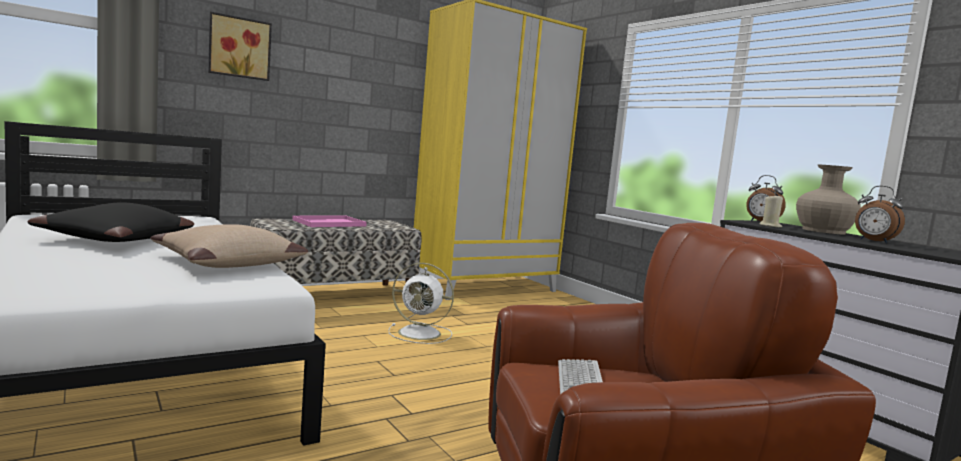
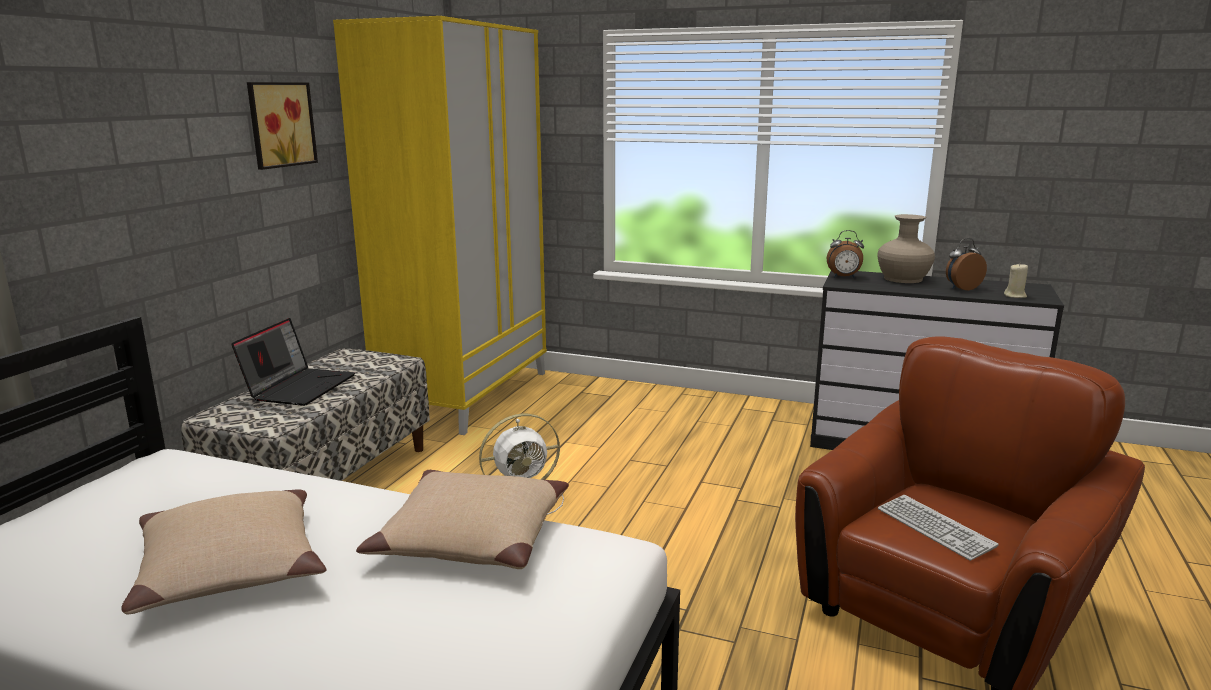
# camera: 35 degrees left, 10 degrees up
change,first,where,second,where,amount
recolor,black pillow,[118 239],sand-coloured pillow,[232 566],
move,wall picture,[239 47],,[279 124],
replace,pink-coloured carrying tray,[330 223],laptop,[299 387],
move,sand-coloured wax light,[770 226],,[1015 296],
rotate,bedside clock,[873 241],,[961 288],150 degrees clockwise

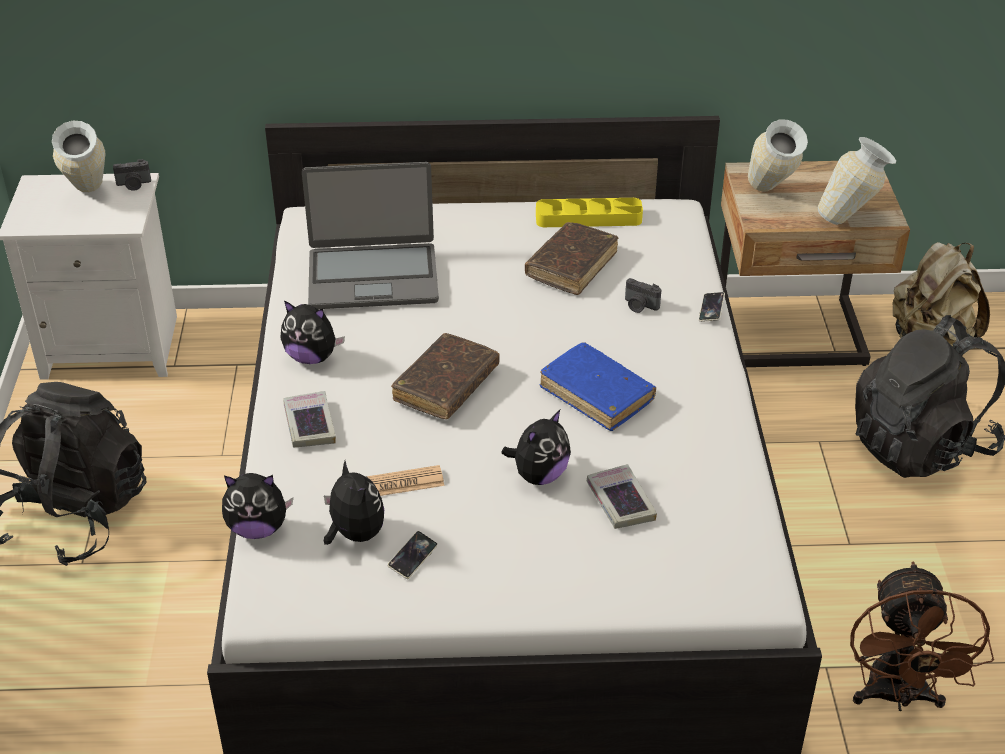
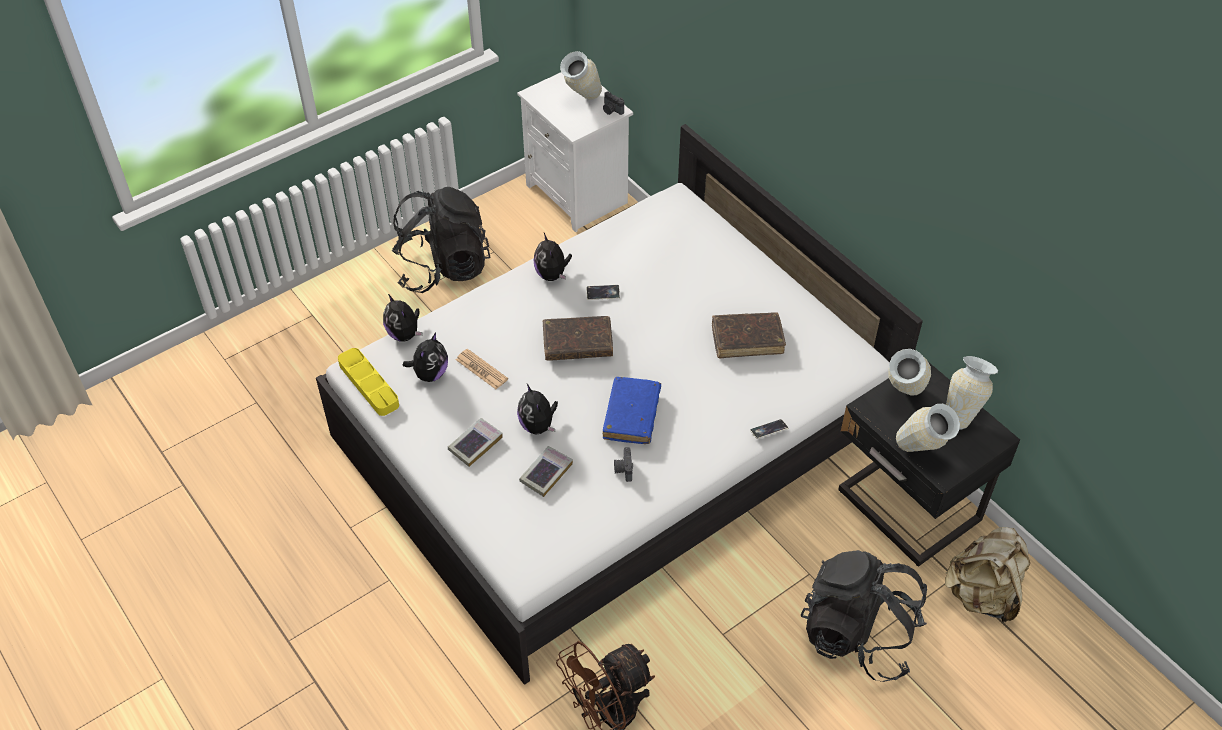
# camera: 55 degrees right, 10 degrees up
change,first,where,second,where,amount
move,bound book,[309 424],,[475 444],
delete,laptop,[373 277],,,
move,telephone,[413 557],,[603 294],
rotate,plush toy,[539 475],,[538 425],60 degrees clockwise
move,yellow carrying tray,[588 218],,[369 385],
move,photo camera,[639 306],,[623 469],
recolor,sand-coloured bedside table,[792 338],black bedside table,[906 509],
insert,,,vase,[962 414],

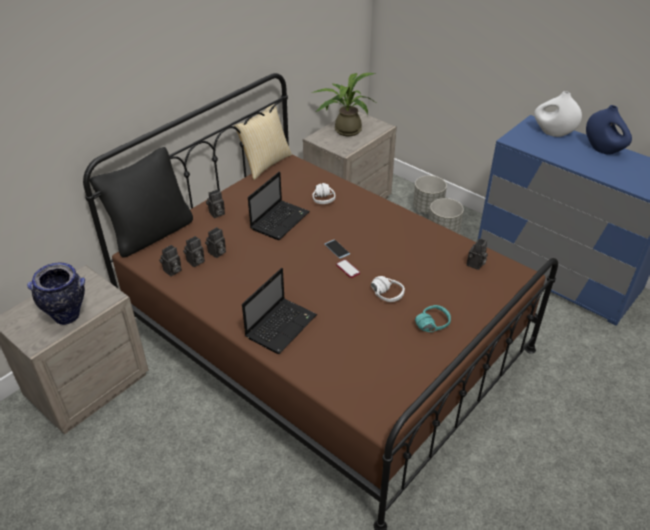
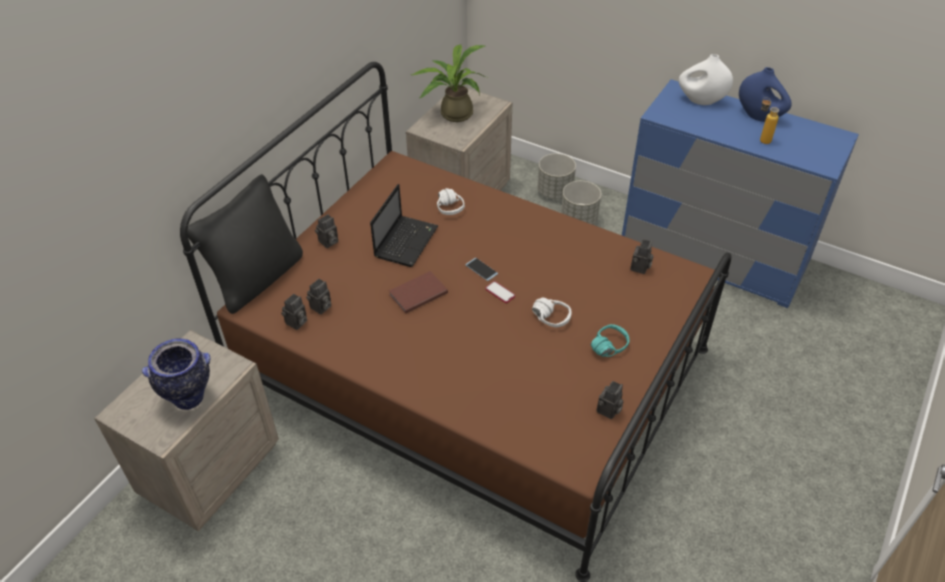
# camera: 10 degrees left, 5 degrees up
change,first,where,second,where,amount
move,photo camera,[217 253],,[608 411],
delete,pillow,[265 164],,,
delete,laptop,[281 325],,,
insert,,,brownish bound book,[417 293],
insert,,,bottle,[761 139],

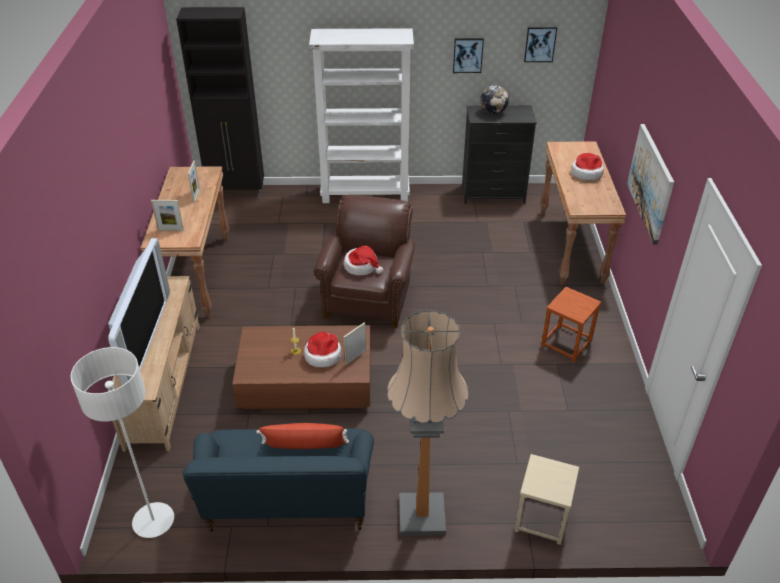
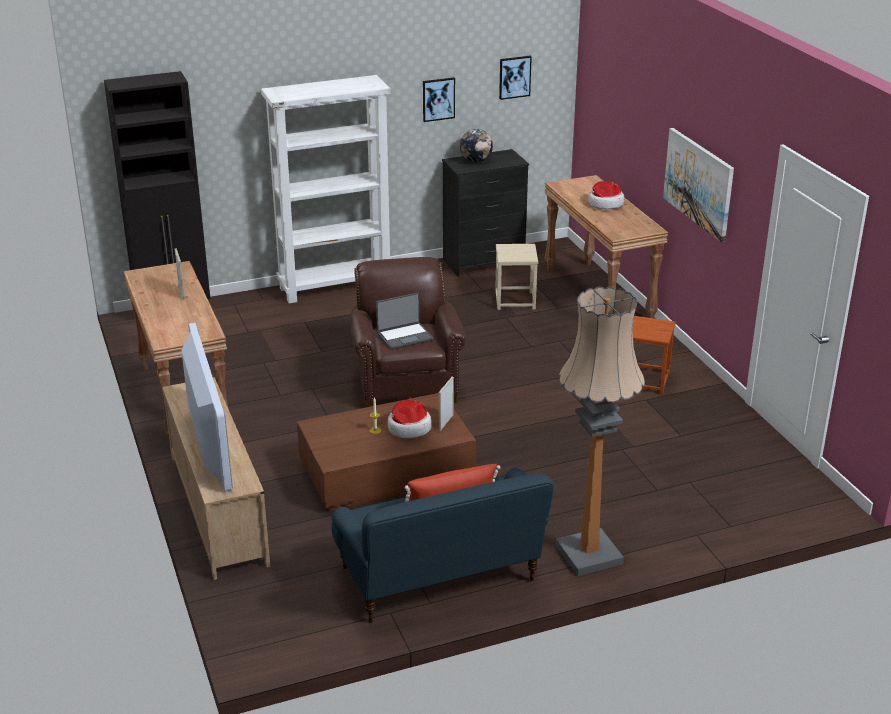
# camera: 20 degrees left, 10 degrees down
change,first,where,second,where,amount
delete,white-coloured standard lamp,[153 521],,,
delete,standing frame,[170 230],,,
replace,wearable hat,[362 266],laptop,[404 336],
move,sand-coloured stool seat,[542 519],,[515 300],

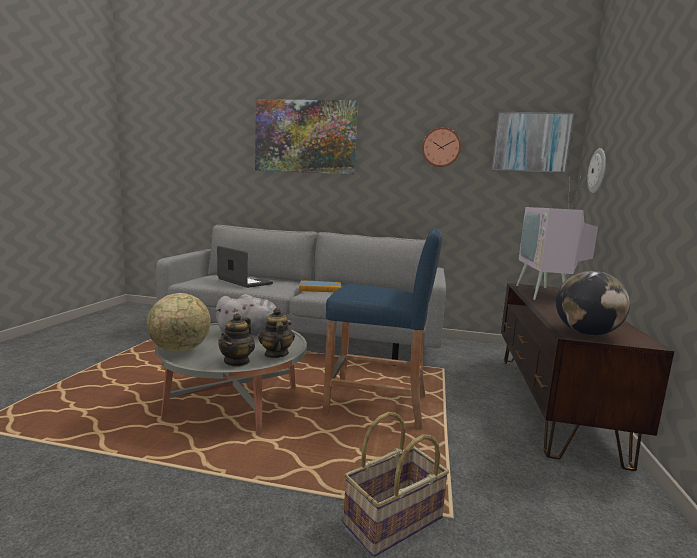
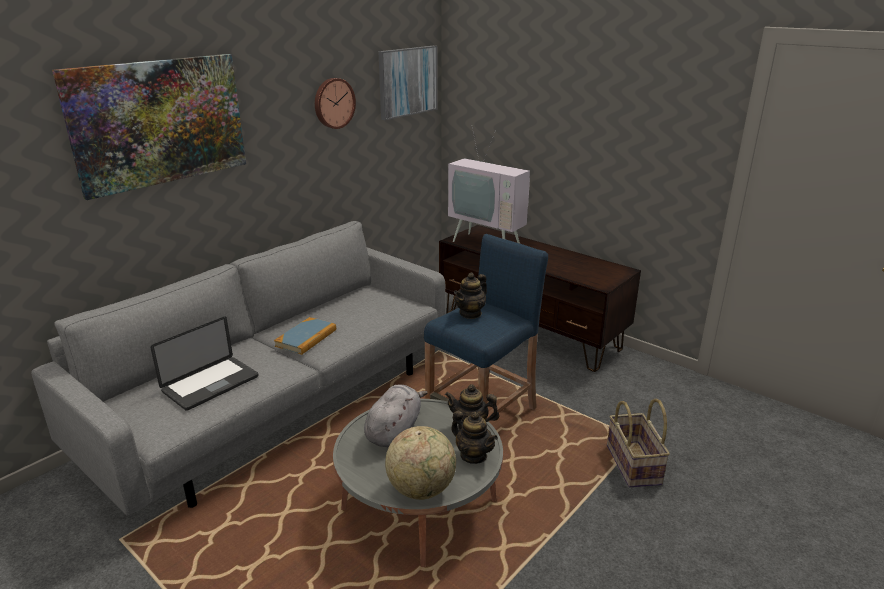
# camera: 60 degrees left, 15 degrees up
change,first,where,second,where,amount
rotate,laptop,[244 281],,[210 384],150 degrees clockwise
delete,desk globe,[586 333],,,
delete,wall clock,[598 171],,,
insert,,,pot for tea,[470 313],

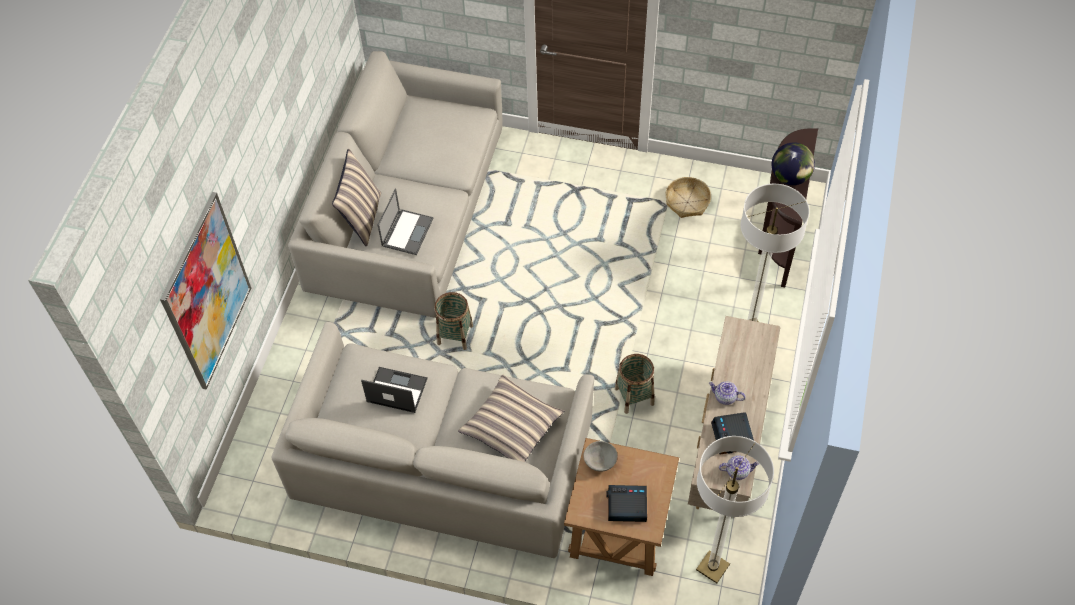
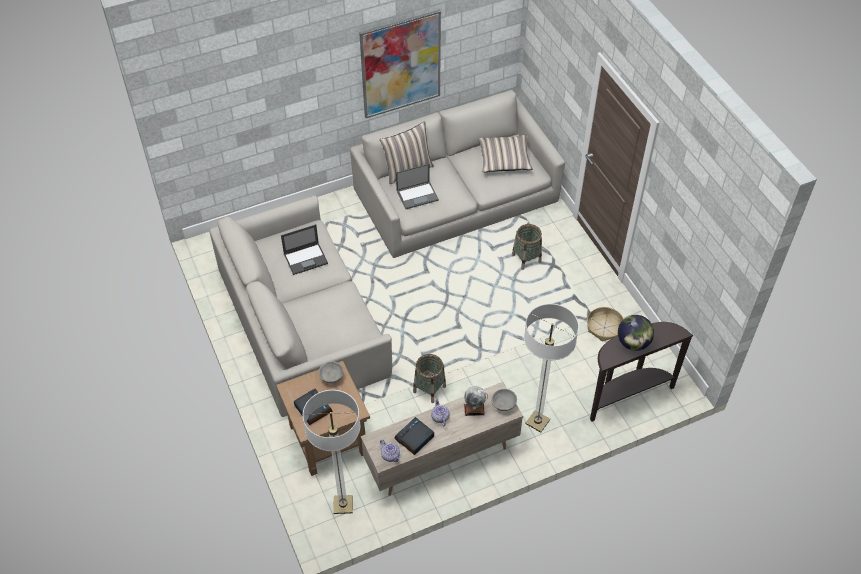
# camera: 50 degrees right, 5 degrees down
change,first,where,second,where,amount
move,wall picture,[207 292],,[401 64],
rotate,laptop,[396 390],,[306 258],90 degrees clockwise
move,basket,[455 335],,[526 259],
move,pillow,[512 426],,[504 159],
insert,,,desk globe,[474 409],
insert,,,greyish deep dish,[503 405],

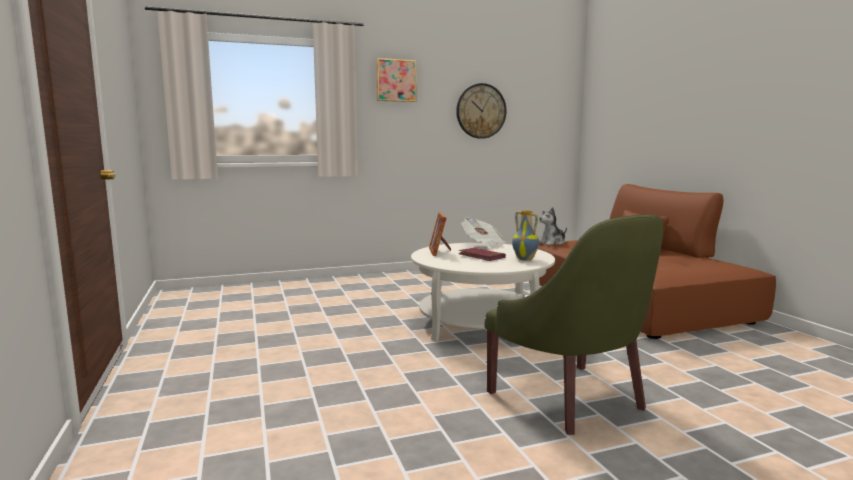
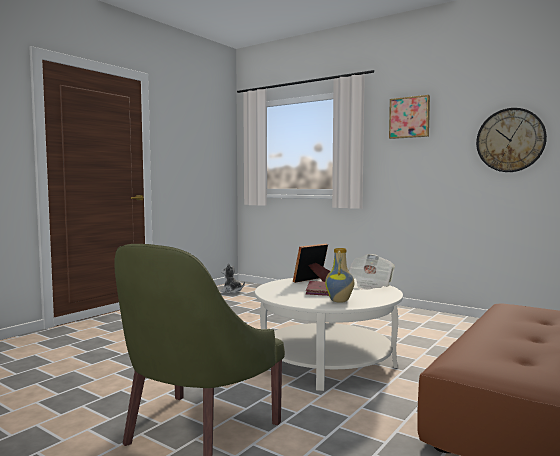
# camera: 55 degrees right, 5 degrees down
change,first,where,second,where,amount
move,plush toy,[552 243],,[231 291],

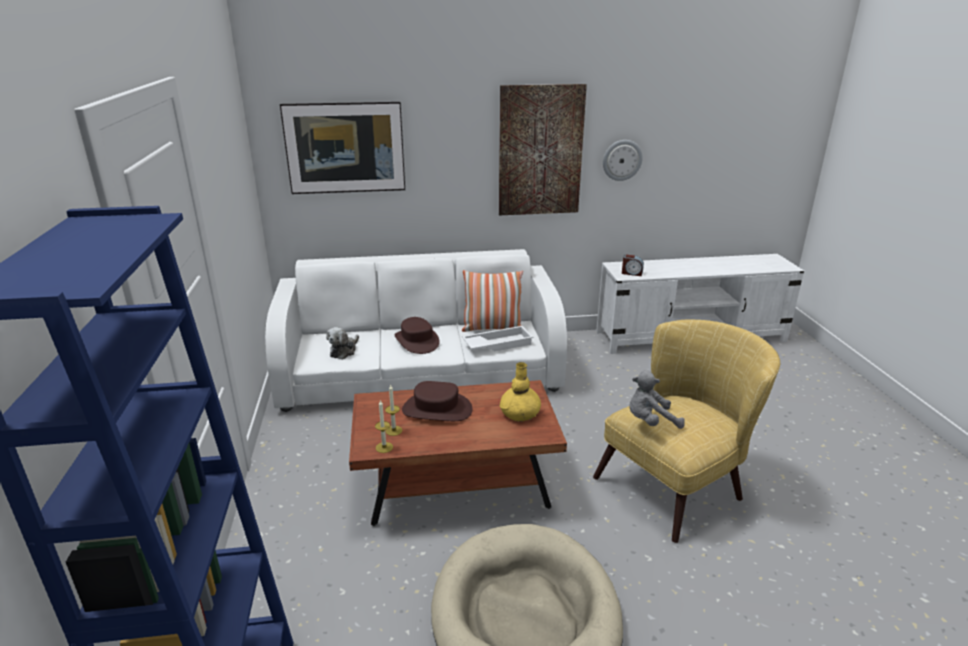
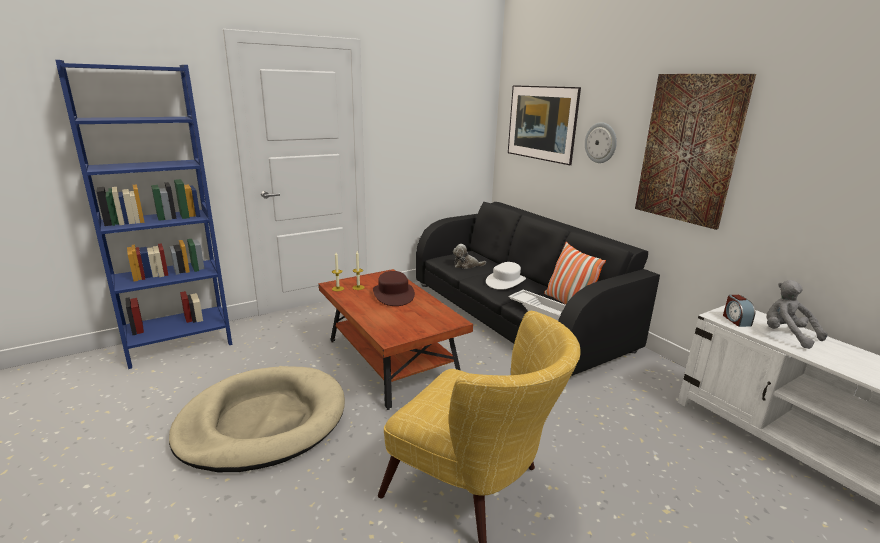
# camera: 65 degrees right, 5 degrees down
change,first,where,second,where,amount
recolor,white-coloured settee,[421 371],black settee,[516 314],
recolor,brownish wearable hat,[417 341],white-coloured wearable hat,[506 281],
delete,yellow vase,[520 413],,,
move,wall clock,[622 160],,[601 143],
move,greyish plush toy,[650 421],,[786 335],

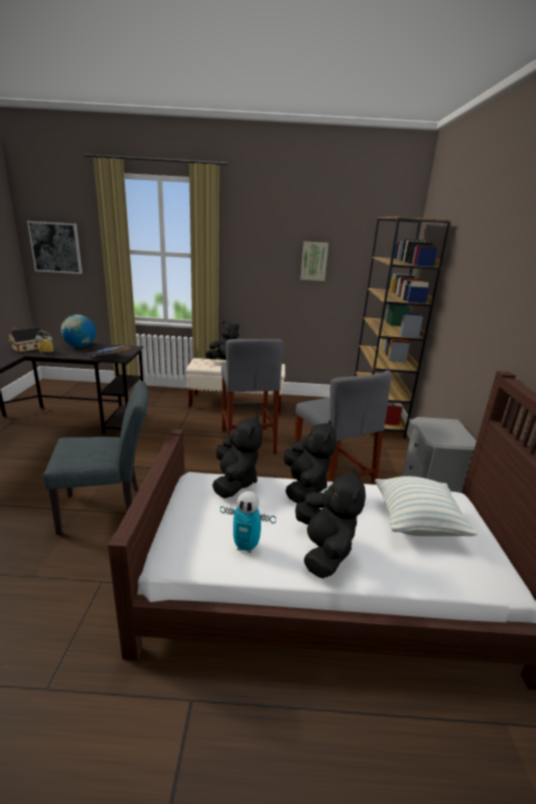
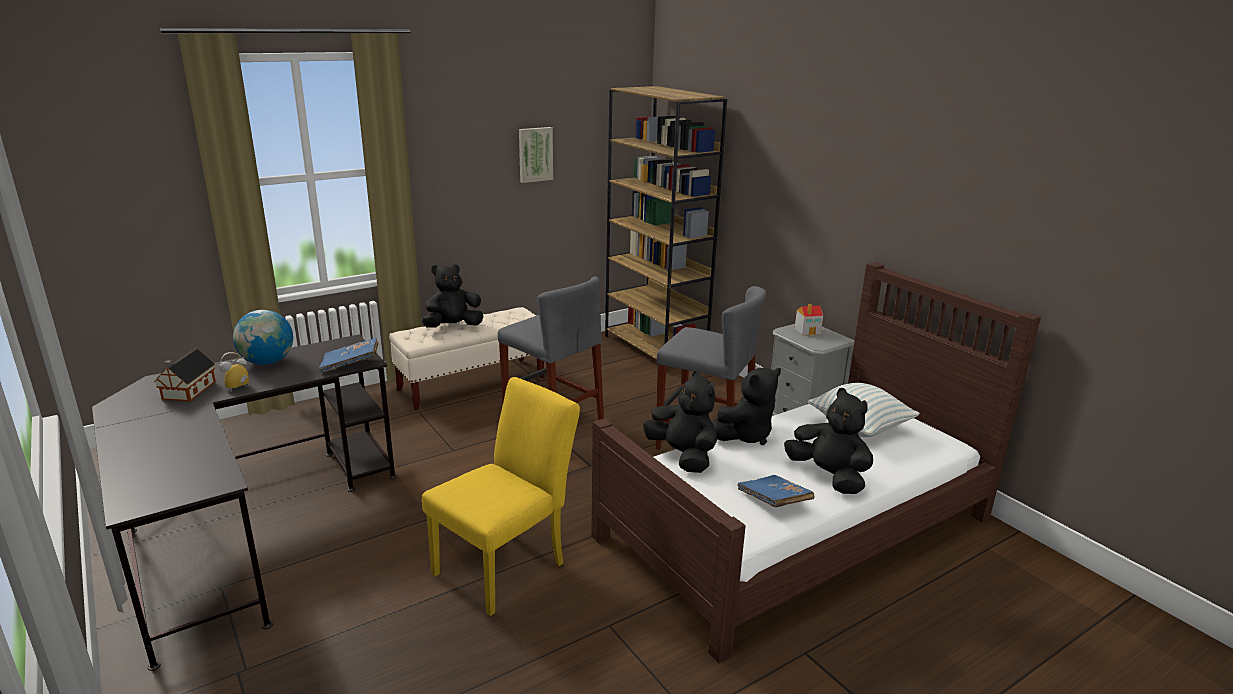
# camera: 35 degrees left, 0 degrees up
change,first,where,second,where,amount
delete,wall picture,[56 247],,,
recolor,greyish upright chair,[109 509],yellow upright chair,[507 564],
replace,model robot,[246 547],blue-coloured bound book,[773 501],
rotate,black plush toy,[304 487],,[745 435],90 degrees clockwise
insert,,,toy house,[807 331],

